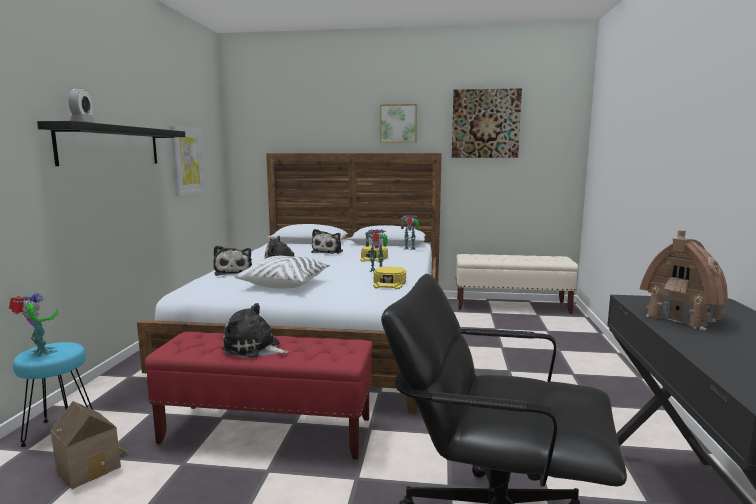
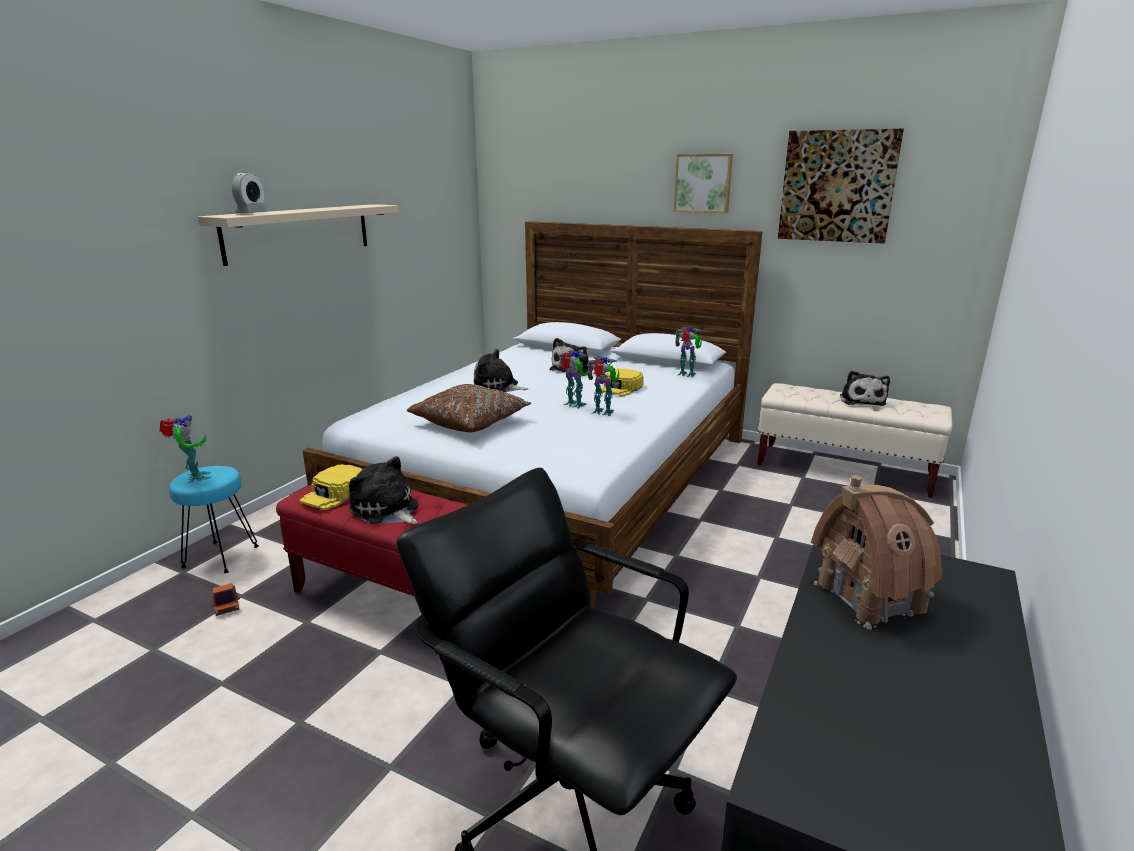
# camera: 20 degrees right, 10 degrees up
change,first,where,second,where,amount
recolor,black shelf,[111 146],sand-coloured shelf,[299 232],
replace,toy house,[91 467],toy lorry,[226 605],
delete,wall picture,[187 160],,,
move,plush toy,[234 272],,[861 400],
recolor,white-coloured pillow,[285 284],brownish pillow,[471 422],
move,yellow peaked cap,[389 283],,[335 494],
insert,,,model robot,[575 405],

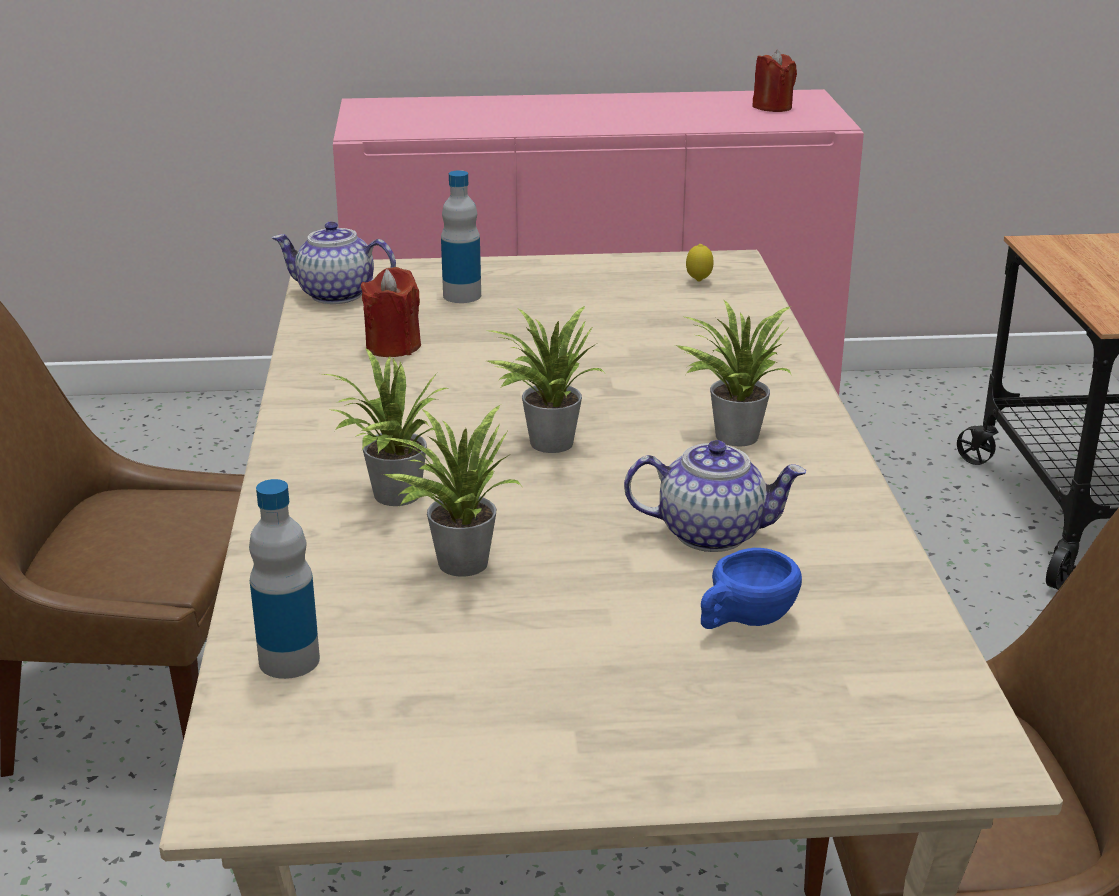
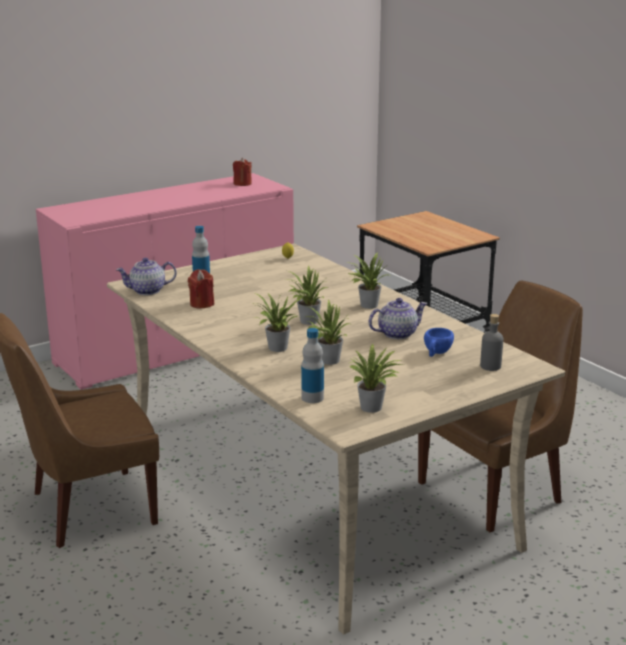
# camera: 30 degrees left, 5 degrees down
change,first,where,second,where,amount
insert,,,plant in a pot,[373 408],
insert,,,greyish bottle,[490 366],

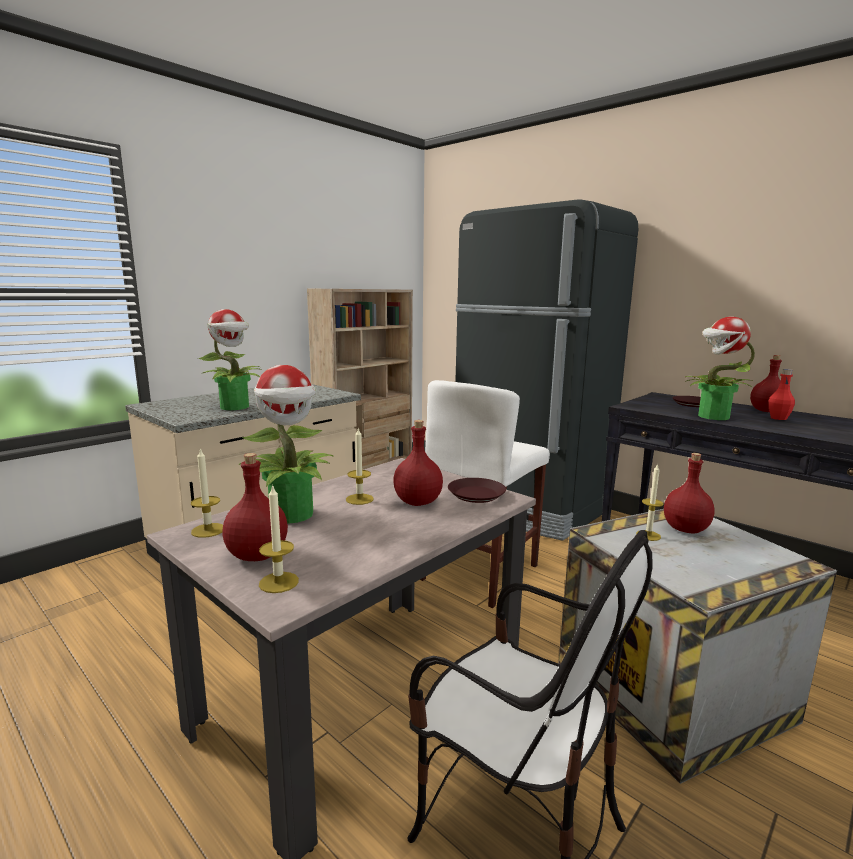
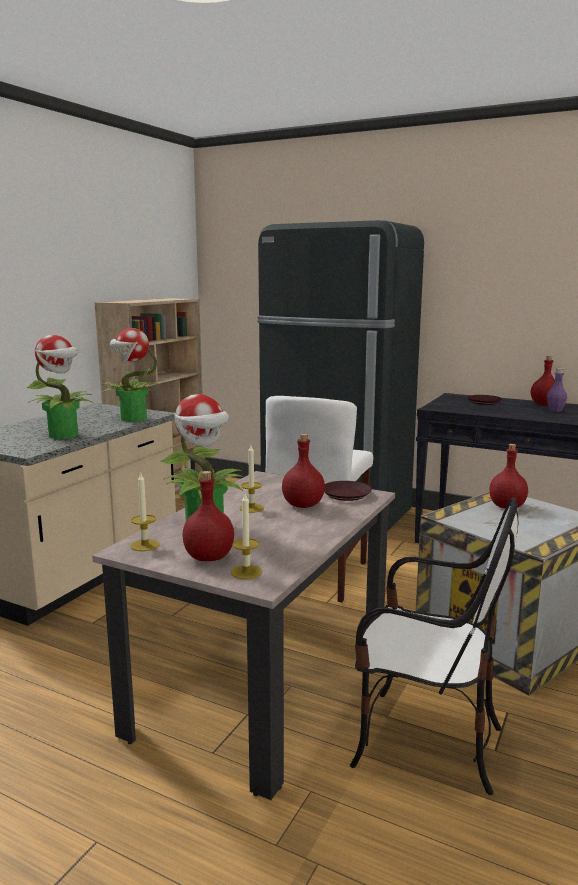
# camera: 15 degrees left, 0 degrees up
change,first,where,second,where,amount
delete,wax light,[648 535],,,
move,plant in a pot,[712 417],,[132 419],
recolor,reddish bottle,[778 418],purple-coloured bottle,[555 410],

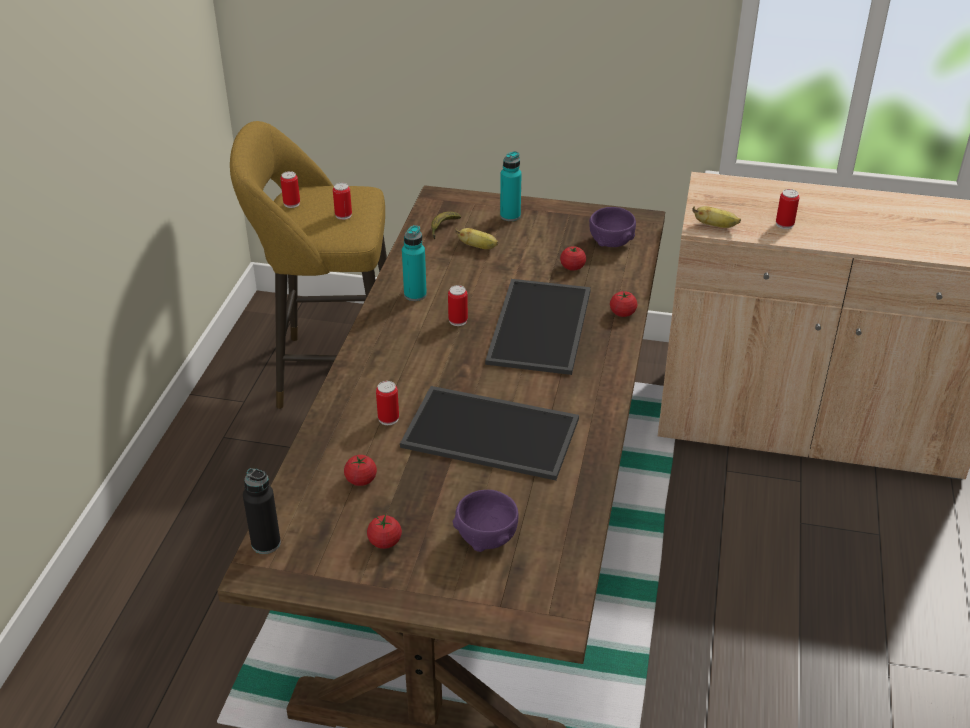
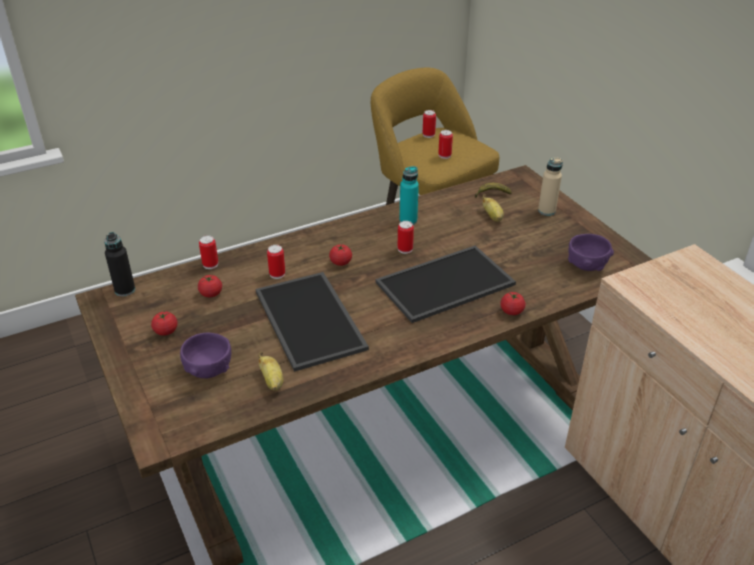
# camera: 50 degrees right, 0 degrees up
change,first,where,second,where,amount
recolor,blue-green bottle,[510 216],sand-coloured bottle,[546 211],
move,fresh tomato,[572 267],,[341 262],
move,whole banana,[715 226],,[272 381],
move,can,[784 224],,[210 264],

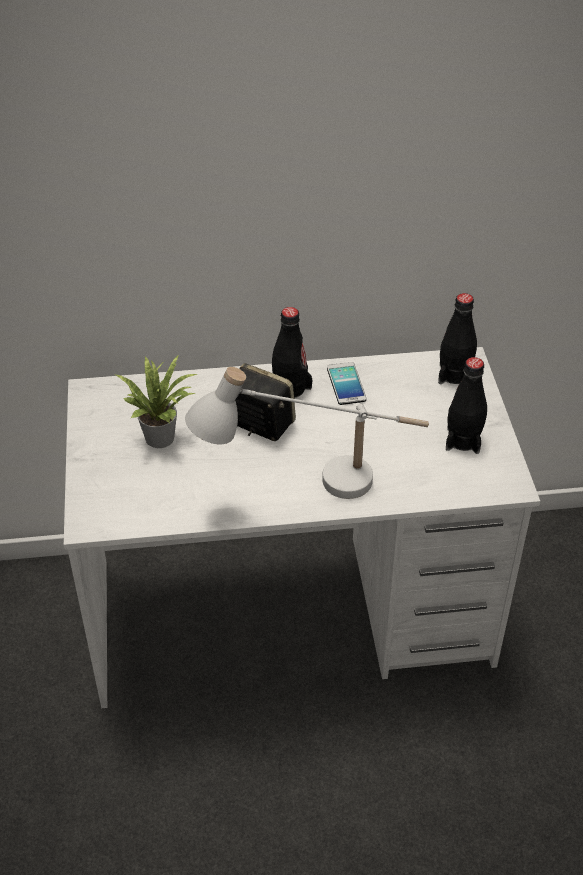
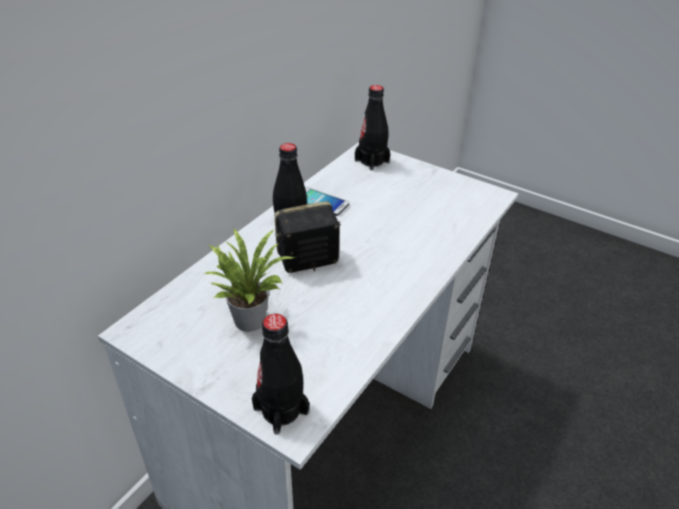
# camera: 50 degrees left, 5 degrees down
change,first,where,second,where,amount
delete,white-coloured lamp for a table,[310 487],,,
move,black bottle,[463 440],,[281 410],

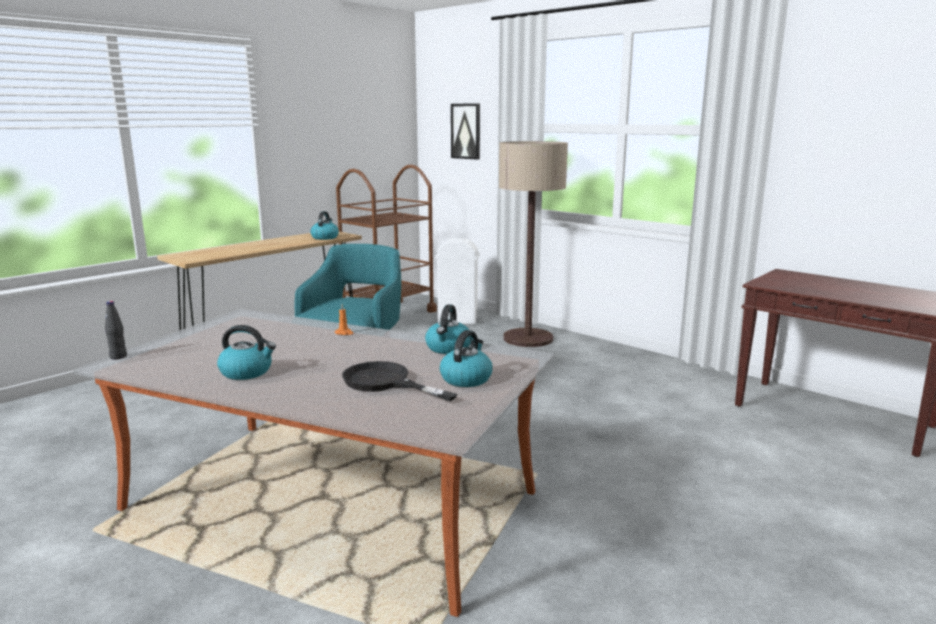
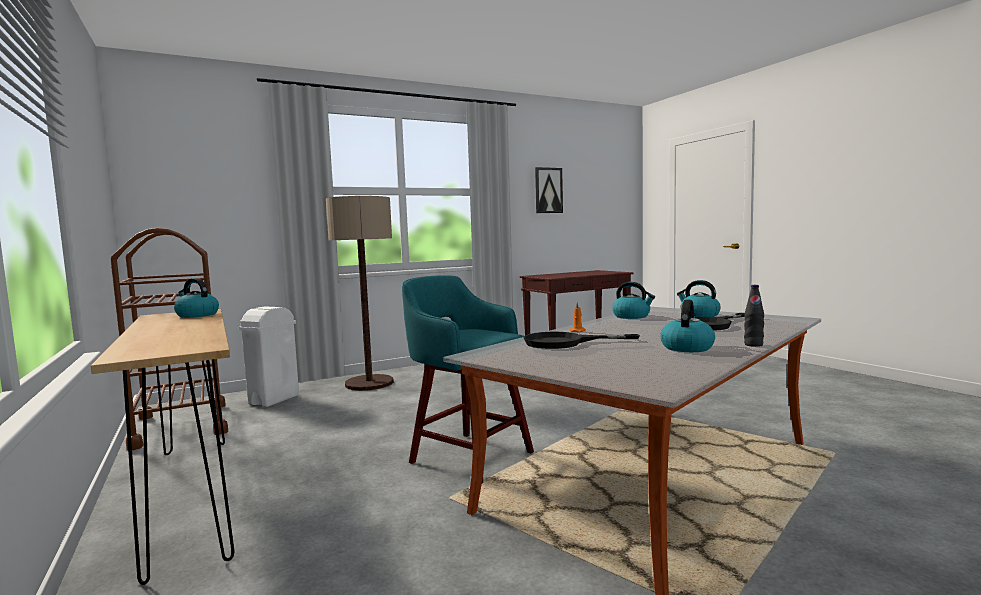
# camera: 70 degrees left, 10 degrees down
change,first,where,second,where,amount
move,black bottle,[118 356],,[753 345],
move,wall picture,[466 131],,[548 190],
insert,,,black skillet,[564 342],

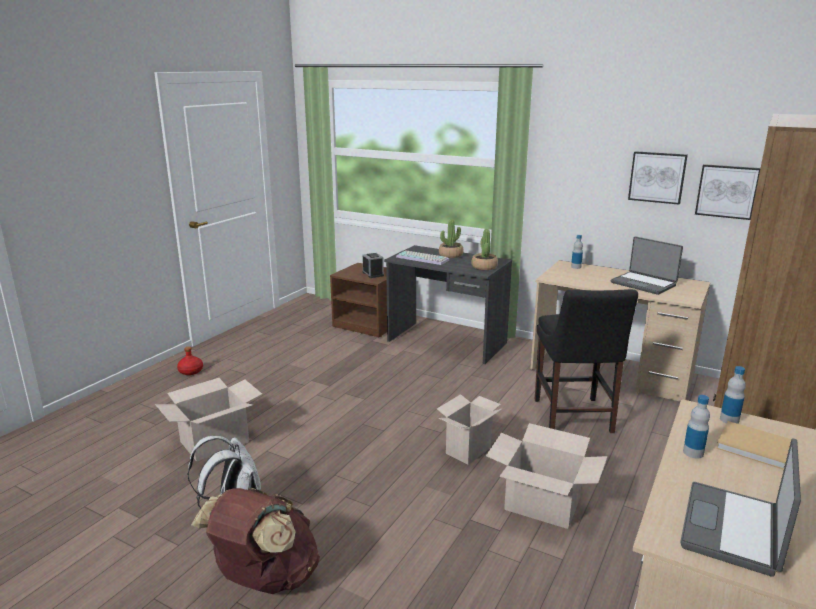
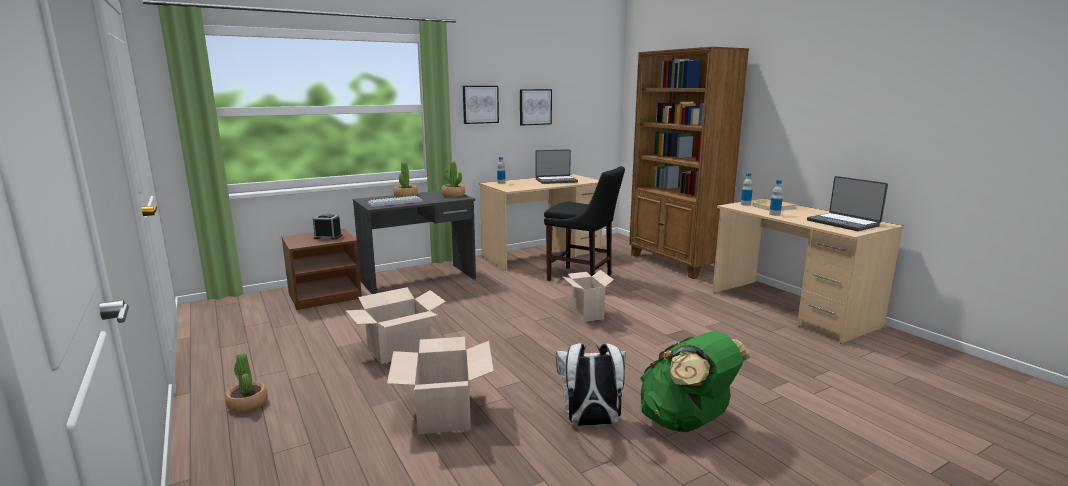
# camera: 60 degrees left, 5 degrees down
change,first,where,second,where,amount
replace,reddish bottle,[190 371],plant in a pot,[247 404],
recolor,brownish backpack,[264 579],green-coloured backpack,[686 422],
move,carton,[542 504],,[399 349],
move,wall picture,[727 191],,[480 104],

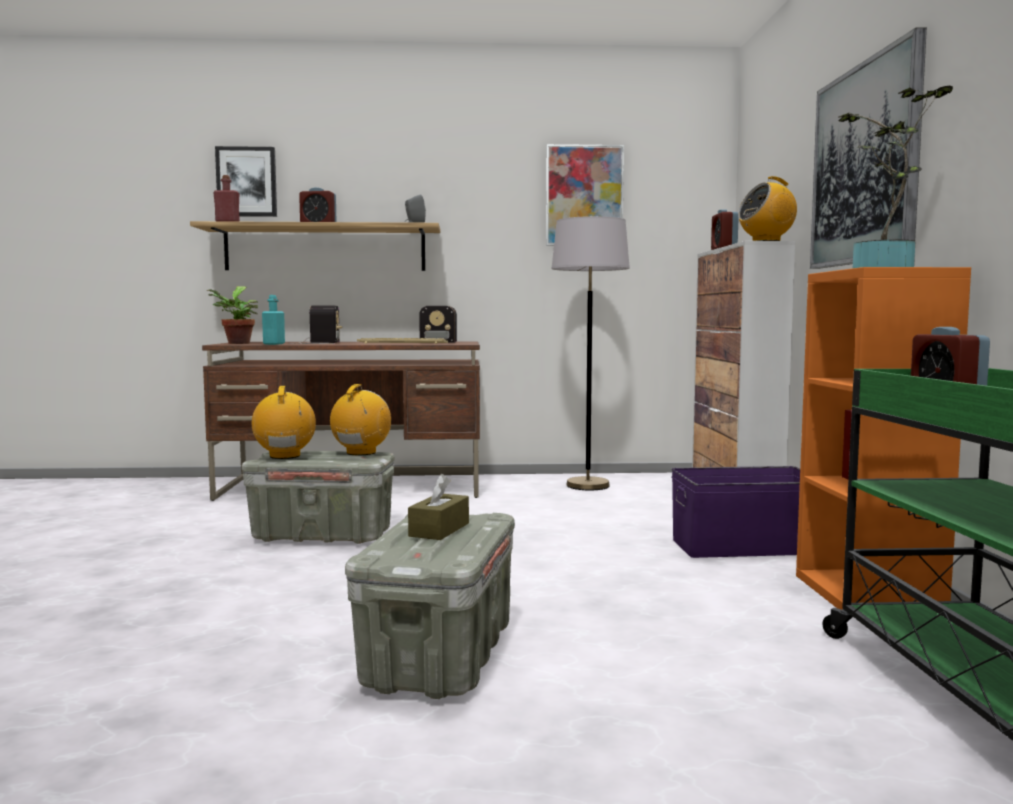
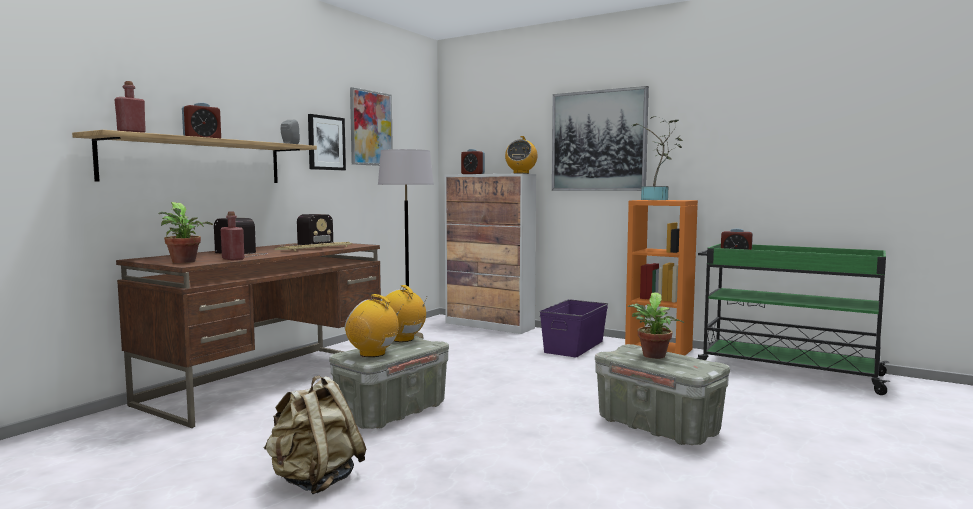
# camera: 55 degrees left, 0 degrees up
change,first,where,second,where,amount
move,wall picture,[247 182],,[326 143],
recolor,blue-green bottle,[274 344],reddish bottle,[233 259],
replace,brownish box of tissues,[439 530],plant in a pot,[653 356],
insert,,,sand-coloured backpack,[315 481],

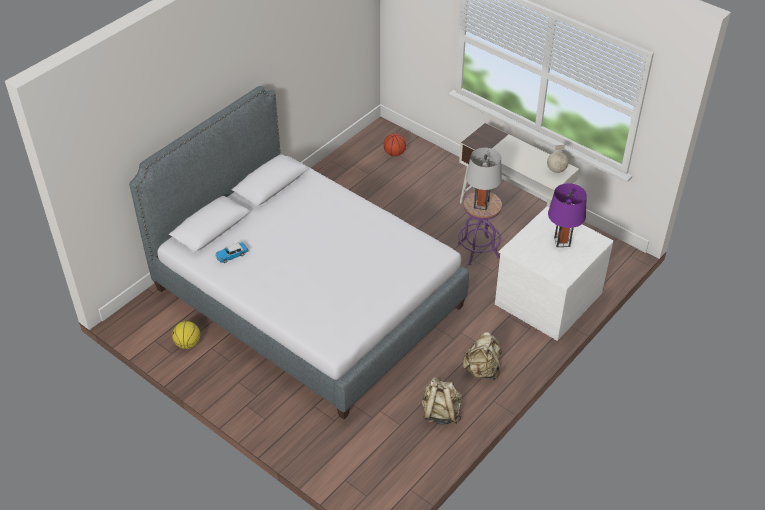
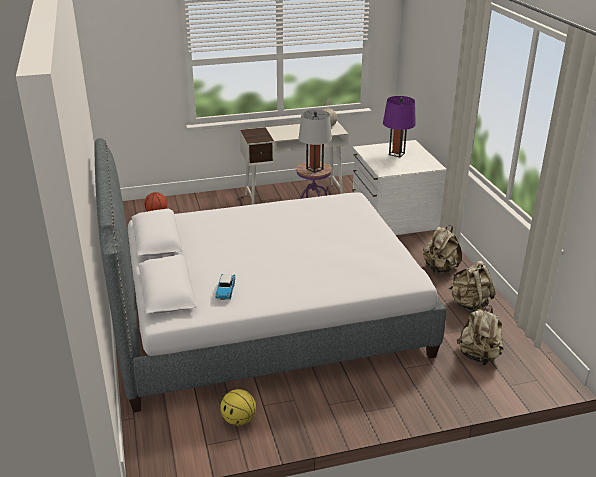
# camera: 55 degrees left, 15 degrees down
change,first,where,second,where,amount
insert,,,sand-coloured backpack,[478 356],

